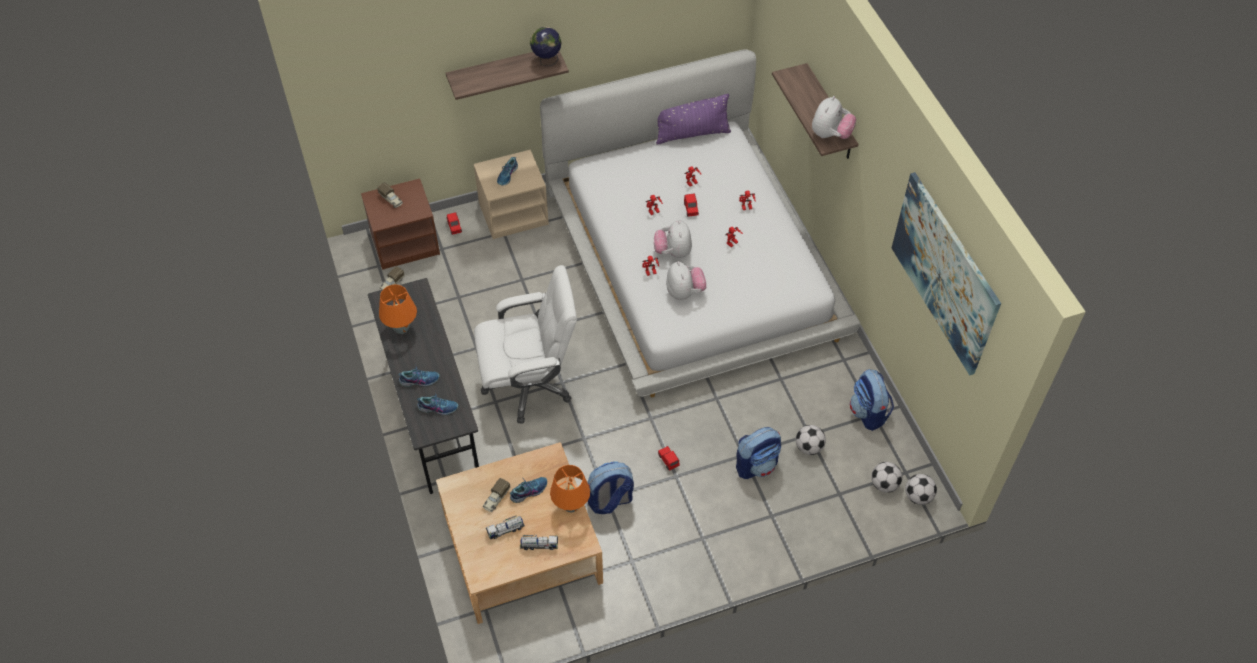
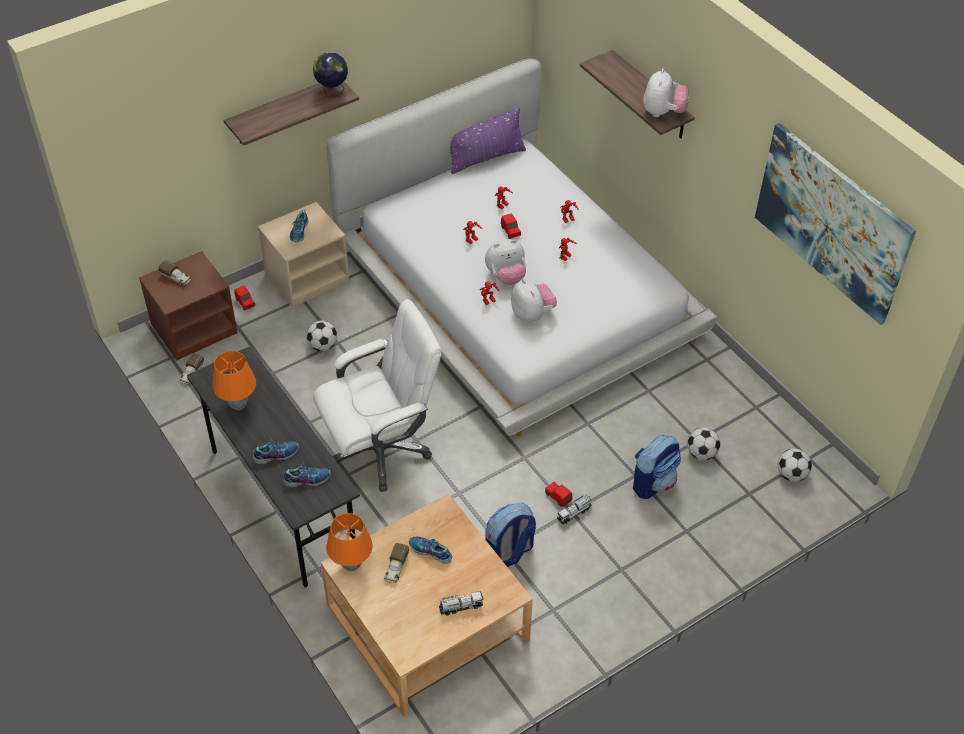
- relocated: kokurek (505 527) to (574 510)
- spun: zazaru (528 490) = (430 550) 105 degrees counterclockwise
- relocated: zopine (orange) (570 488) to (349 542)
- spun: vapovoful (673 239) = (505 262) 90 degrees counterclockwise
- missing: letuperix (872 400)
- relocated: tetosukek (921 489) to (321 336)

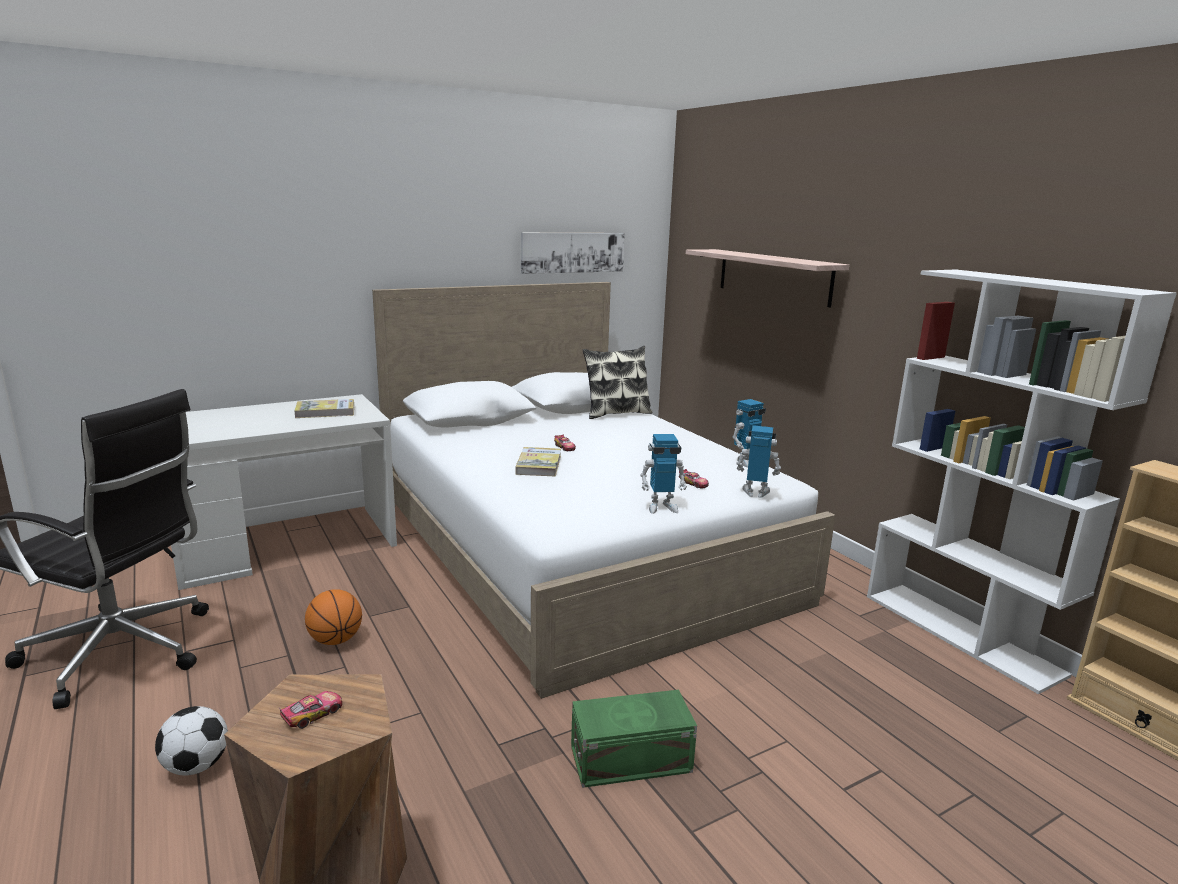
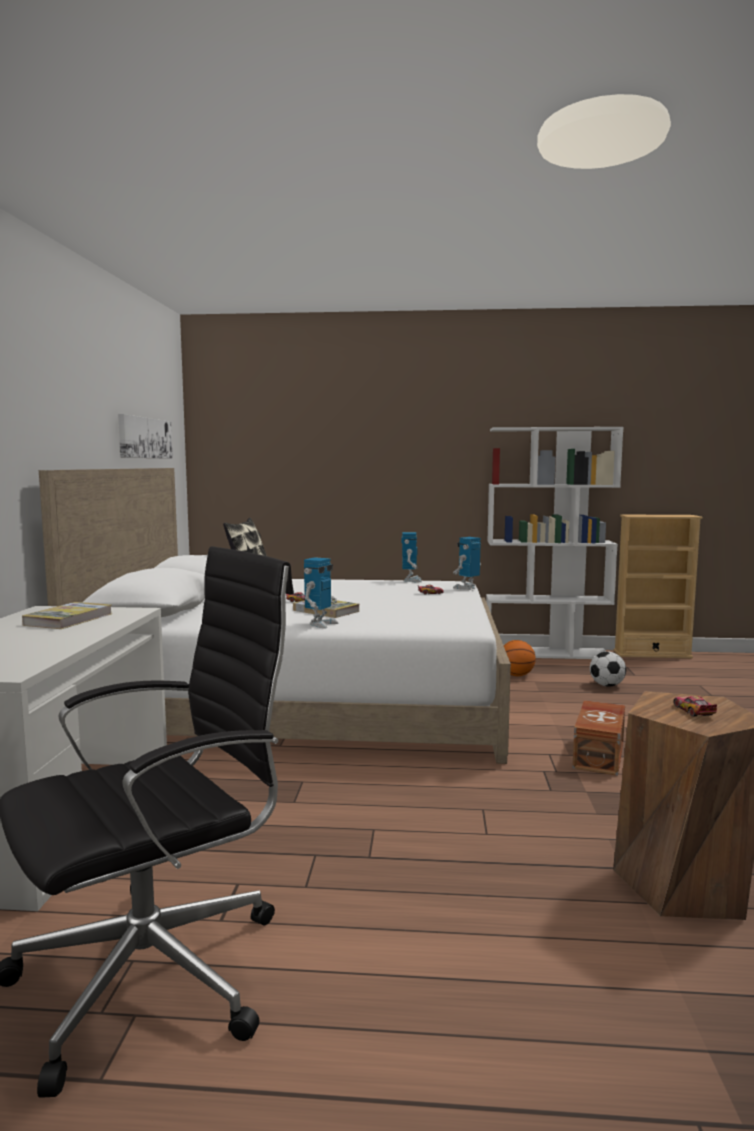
- relocated: tetosukek (191 740) to (608 669)
- relocated: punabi (333 617) to (520 658)
- colour: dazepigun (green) (634 739) to dazepigun (brown) (599 738)
- relocated: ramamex (663 474) to (321 592)
- missing: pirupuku (767 278)

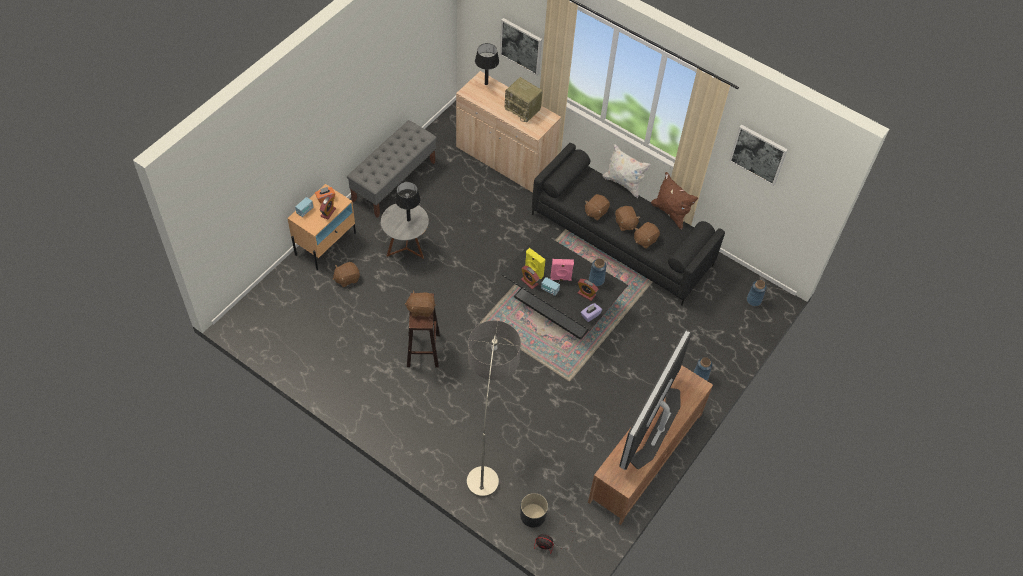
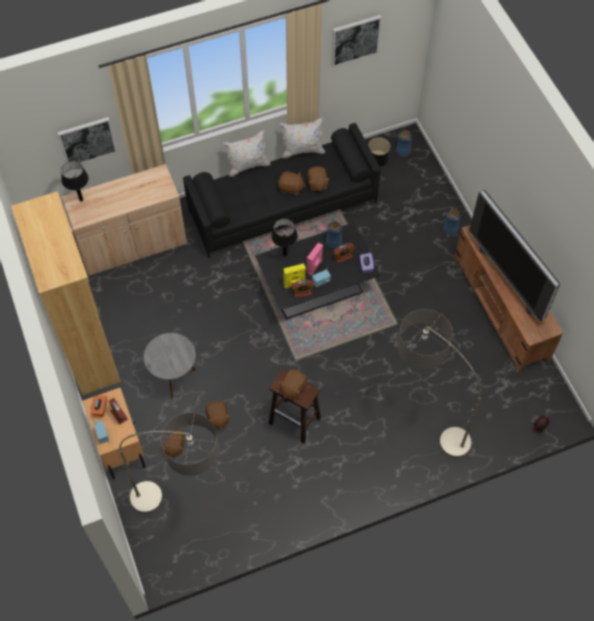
- exchanged: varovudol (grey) (392 169) to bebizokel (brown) (66 293)
- relocated: zopine (black) (408 202) to (284 237)
- missing: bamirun (524 99)
- relocated: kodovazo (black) (534 510) to (379 152)
- relocated: vapovoful (brown) (597 207) to (218 415)
- colour: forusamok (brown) (674 201) to forusamok (white) (302 138)
- appeared: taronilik (169 462)

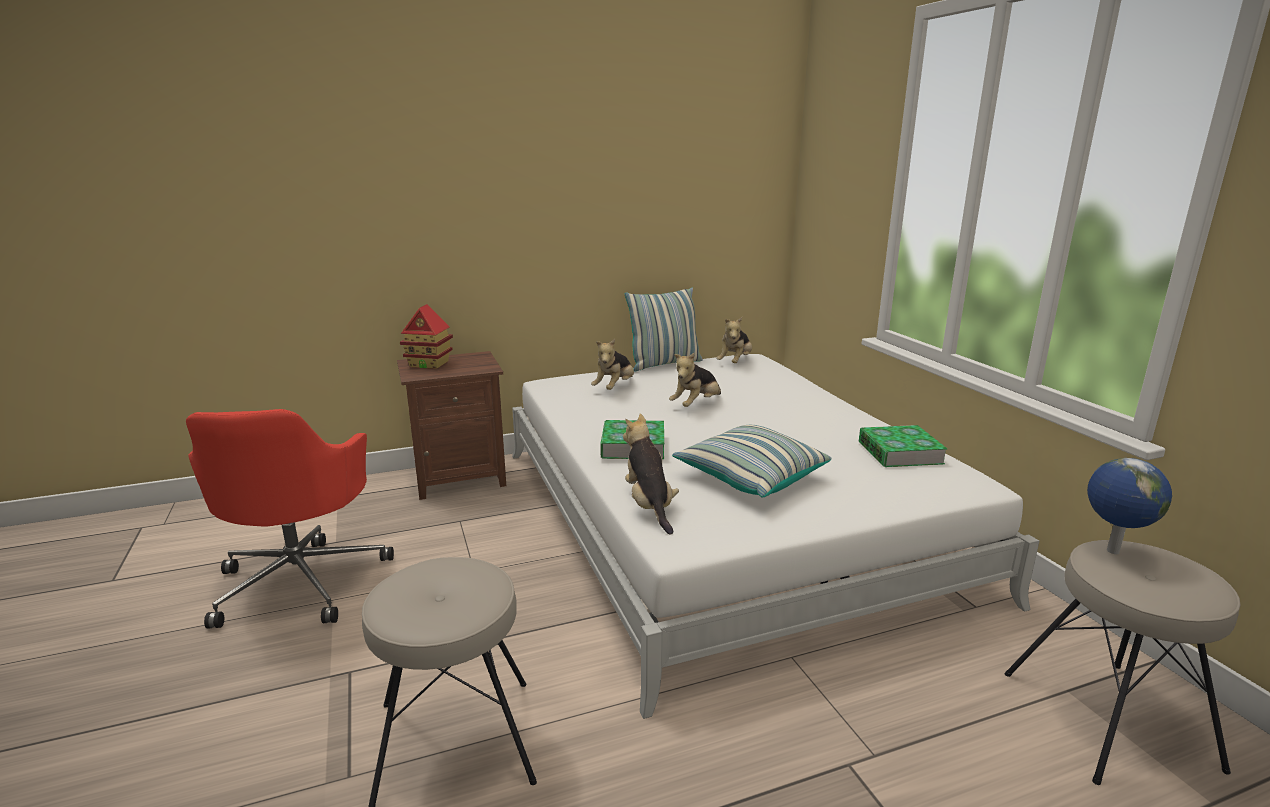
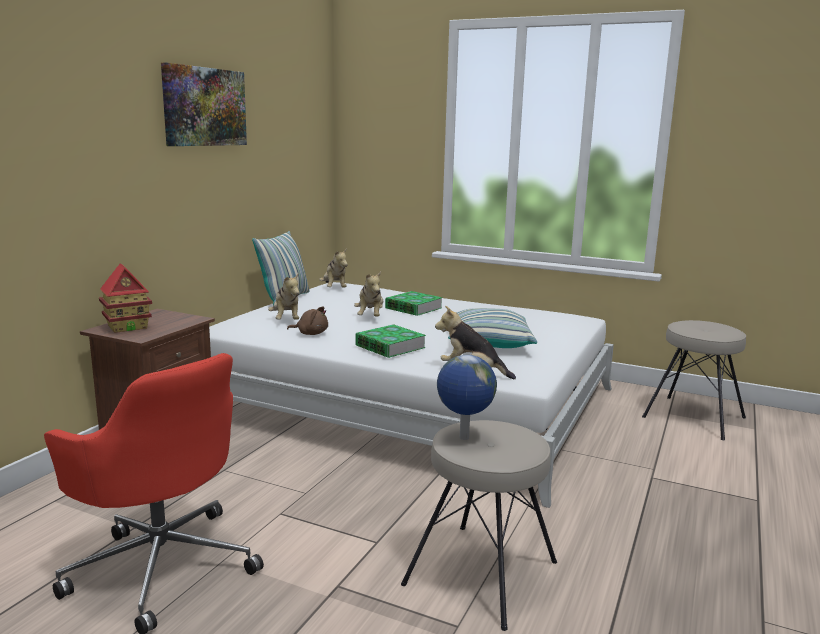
- relocated: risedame (903 446) to (413 303)
- relocated: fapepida (1129 506) to (467 397)
- appeared: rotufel (204 104)
- appeared: vapovoful (brown) (307 320)

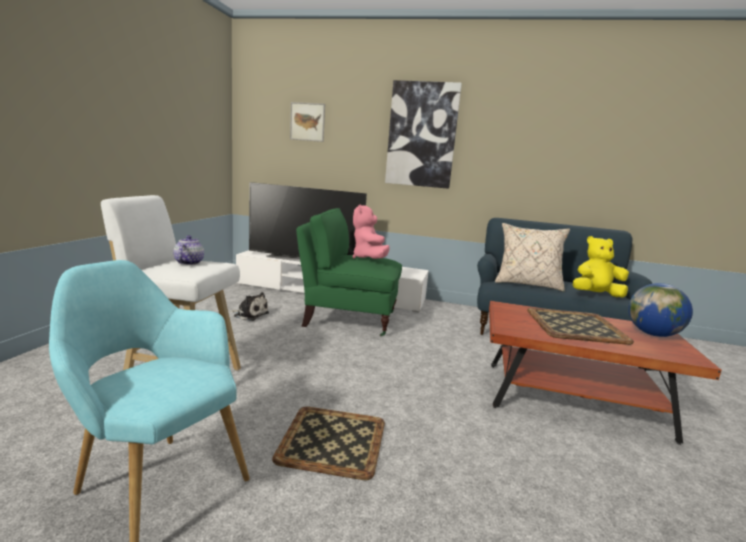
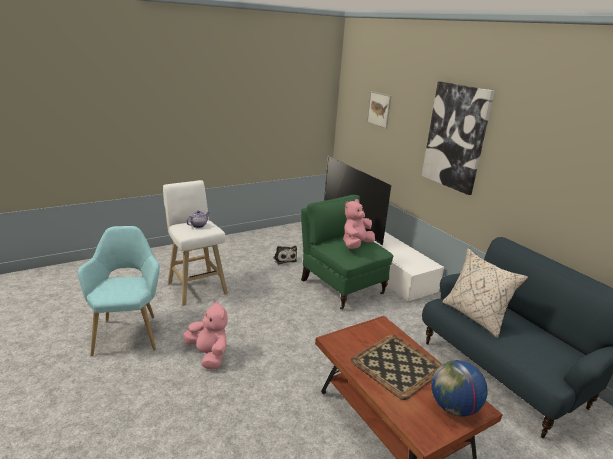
- exchanged: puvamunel (328 443) to vapovoful (pink) (205 334)
- missing: vapovoful (yellow) (601 267)

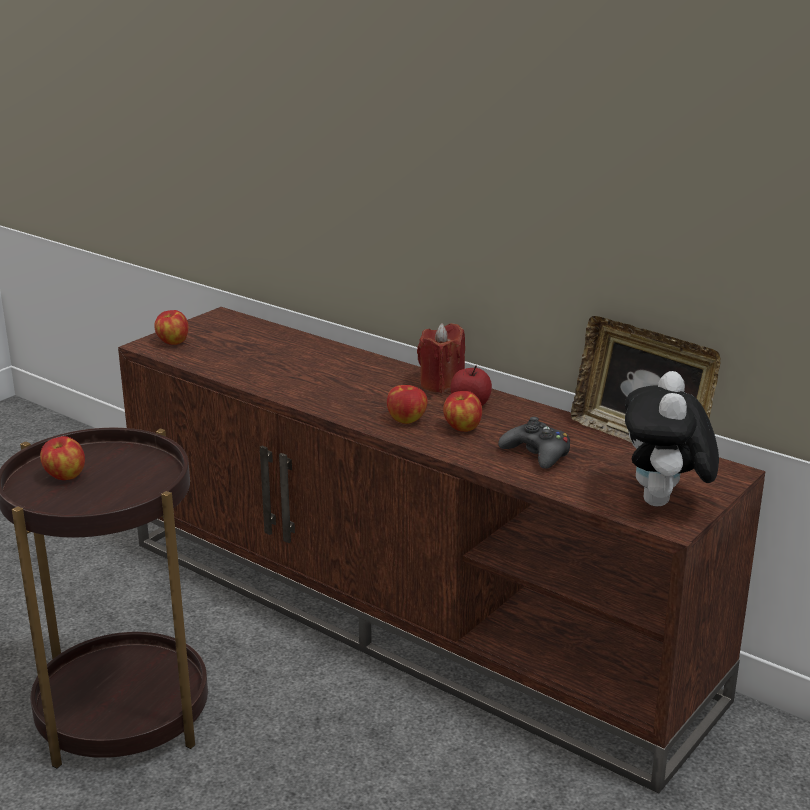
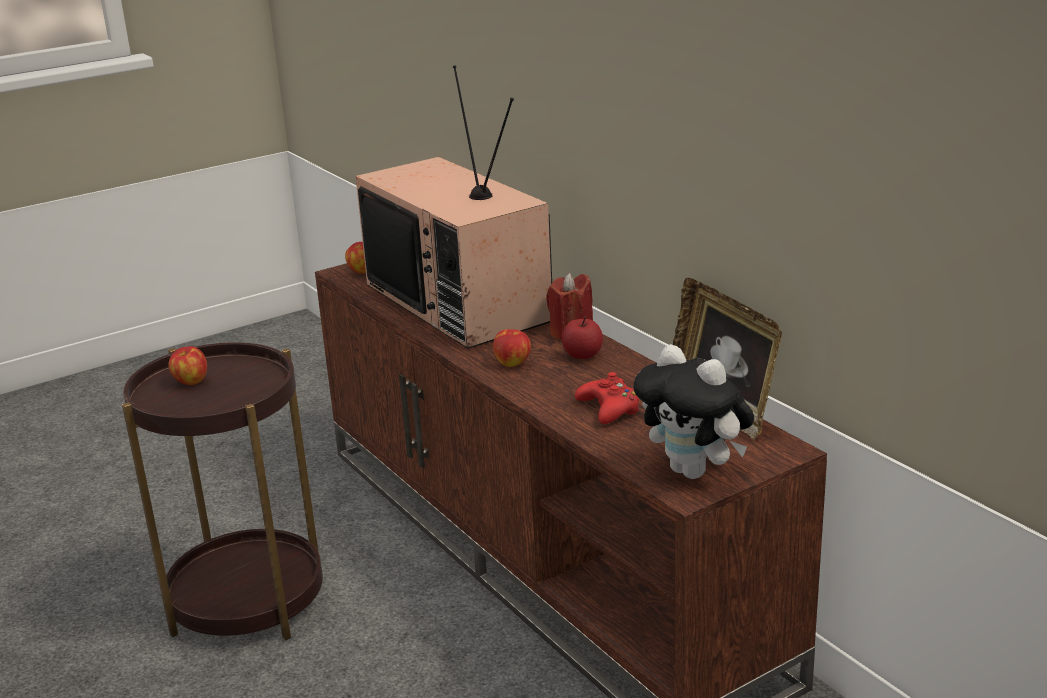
- missing: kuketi (462 411)
- colour: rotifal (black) (534 443) to rotifal (red) (607 398)
- spun: vapovoful (672 439) = (693 411) 75 degrees counterclockwise
- appeared: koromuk (454 207)

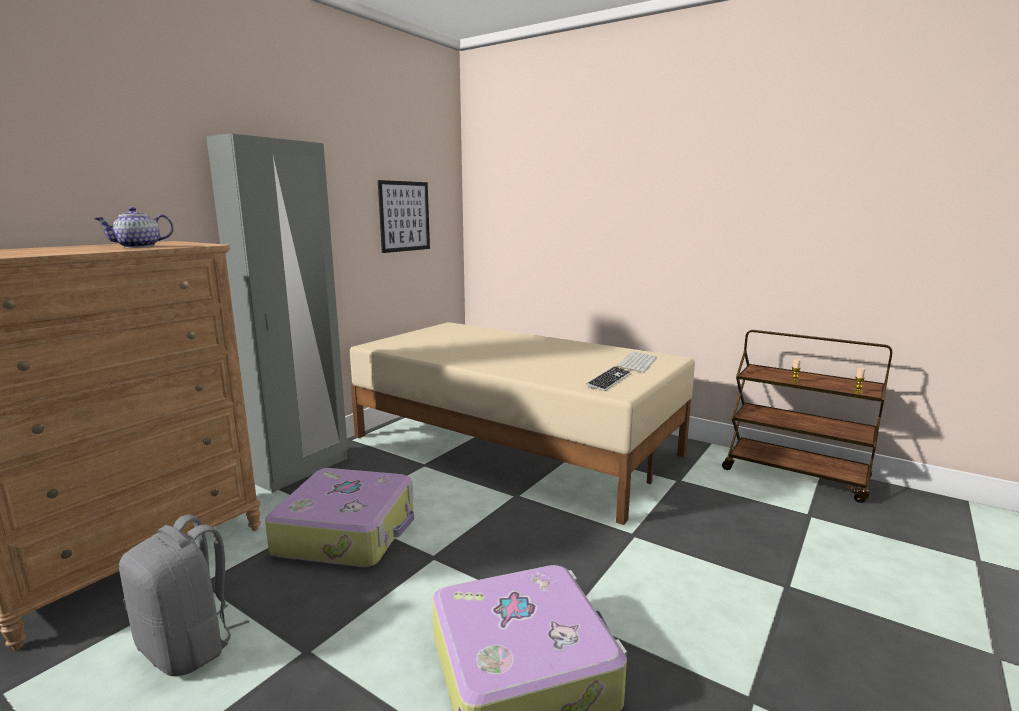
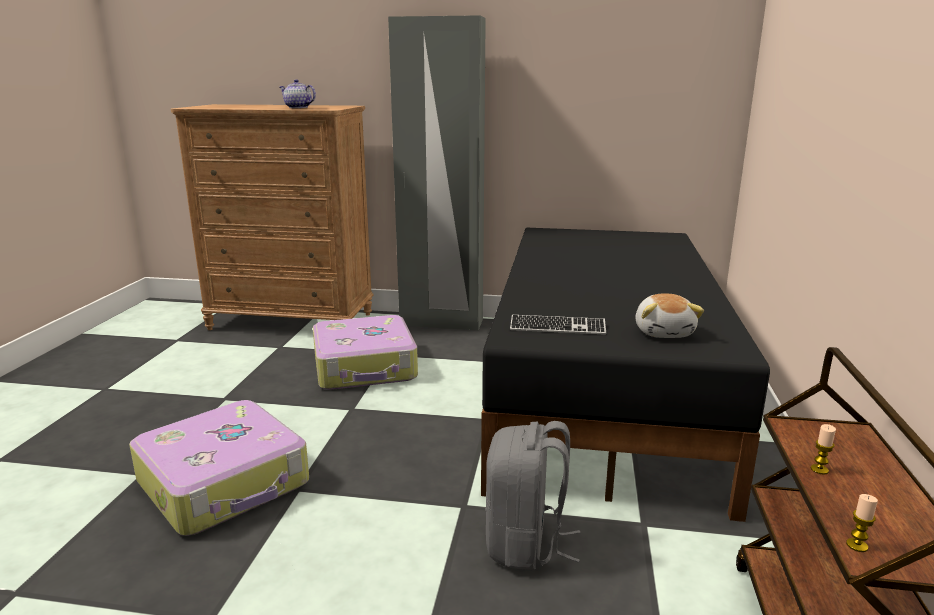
- relocated: letuperix (grey) (184 595) to (533 496)
- colour: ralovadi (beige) (522 423) to ralovadi (black) (625 375)
- missing: rotufel (404 216)
- exchanged: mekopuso (636 362) to vapovoful (669 316)

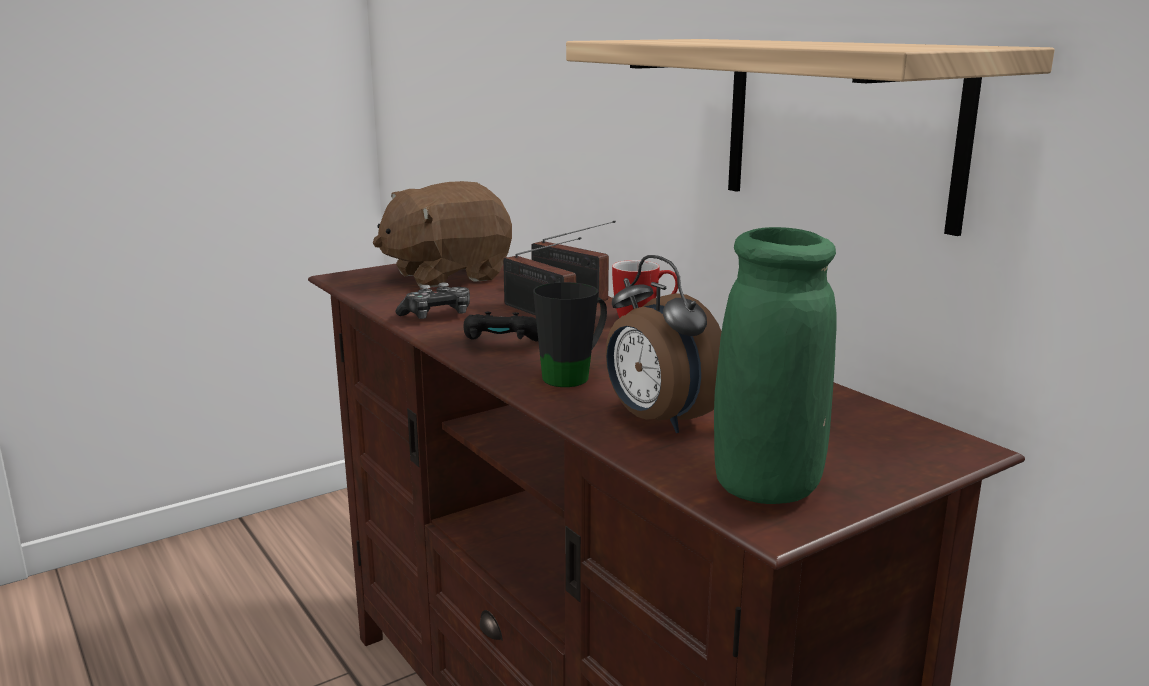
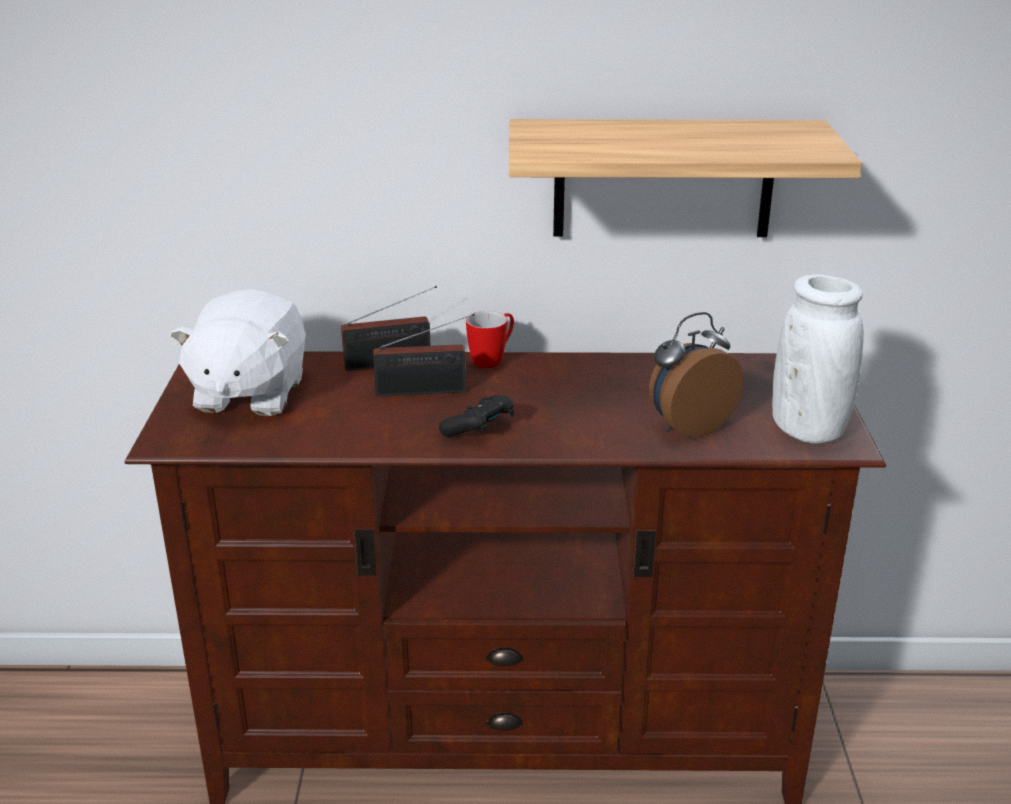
- colour: vapovoful (brown) (442 234) to vapovoful (white) (238 352)
- missing: rotifal (433 301)
- missing: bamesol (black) (570 334)
- spun: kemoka (664 344) = (696 375) 150 degrees clockwise
- colour: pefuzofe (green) (775 365) to pefuzofe (white) (818 358)

